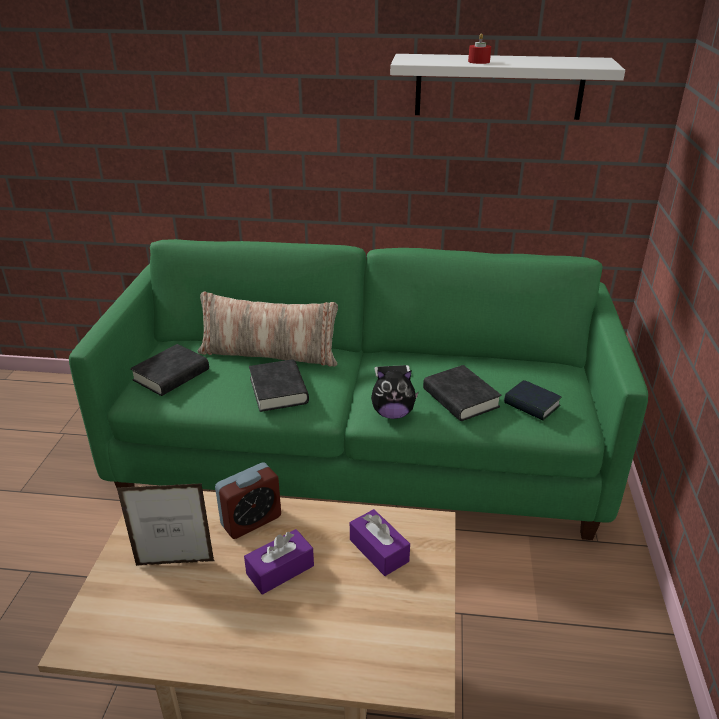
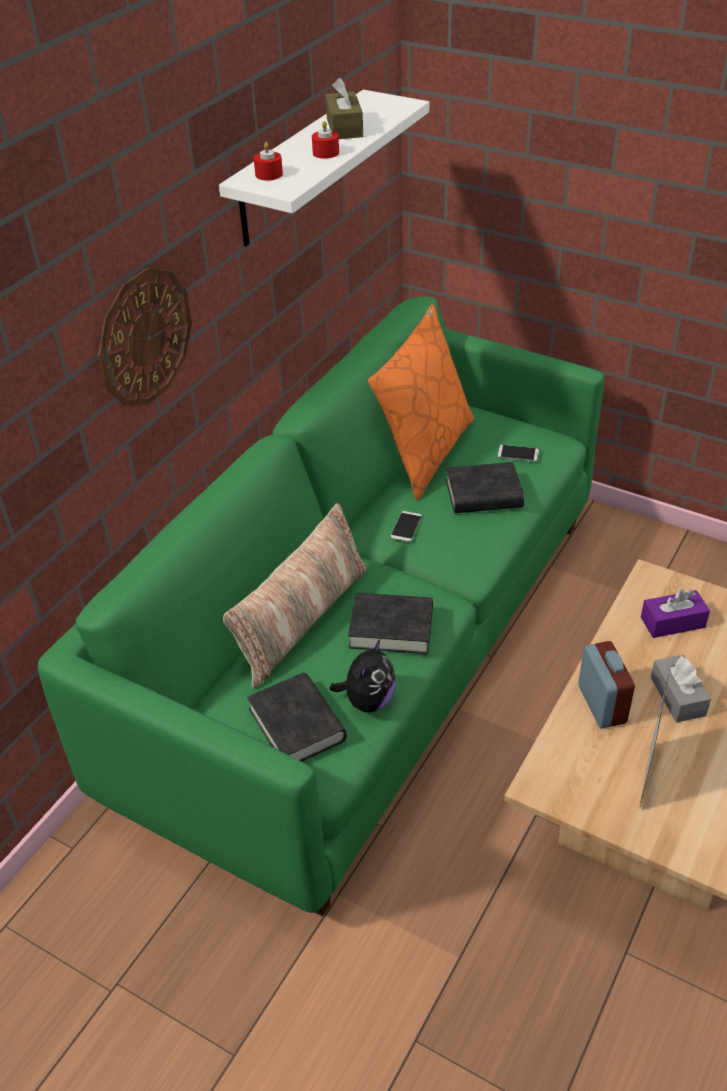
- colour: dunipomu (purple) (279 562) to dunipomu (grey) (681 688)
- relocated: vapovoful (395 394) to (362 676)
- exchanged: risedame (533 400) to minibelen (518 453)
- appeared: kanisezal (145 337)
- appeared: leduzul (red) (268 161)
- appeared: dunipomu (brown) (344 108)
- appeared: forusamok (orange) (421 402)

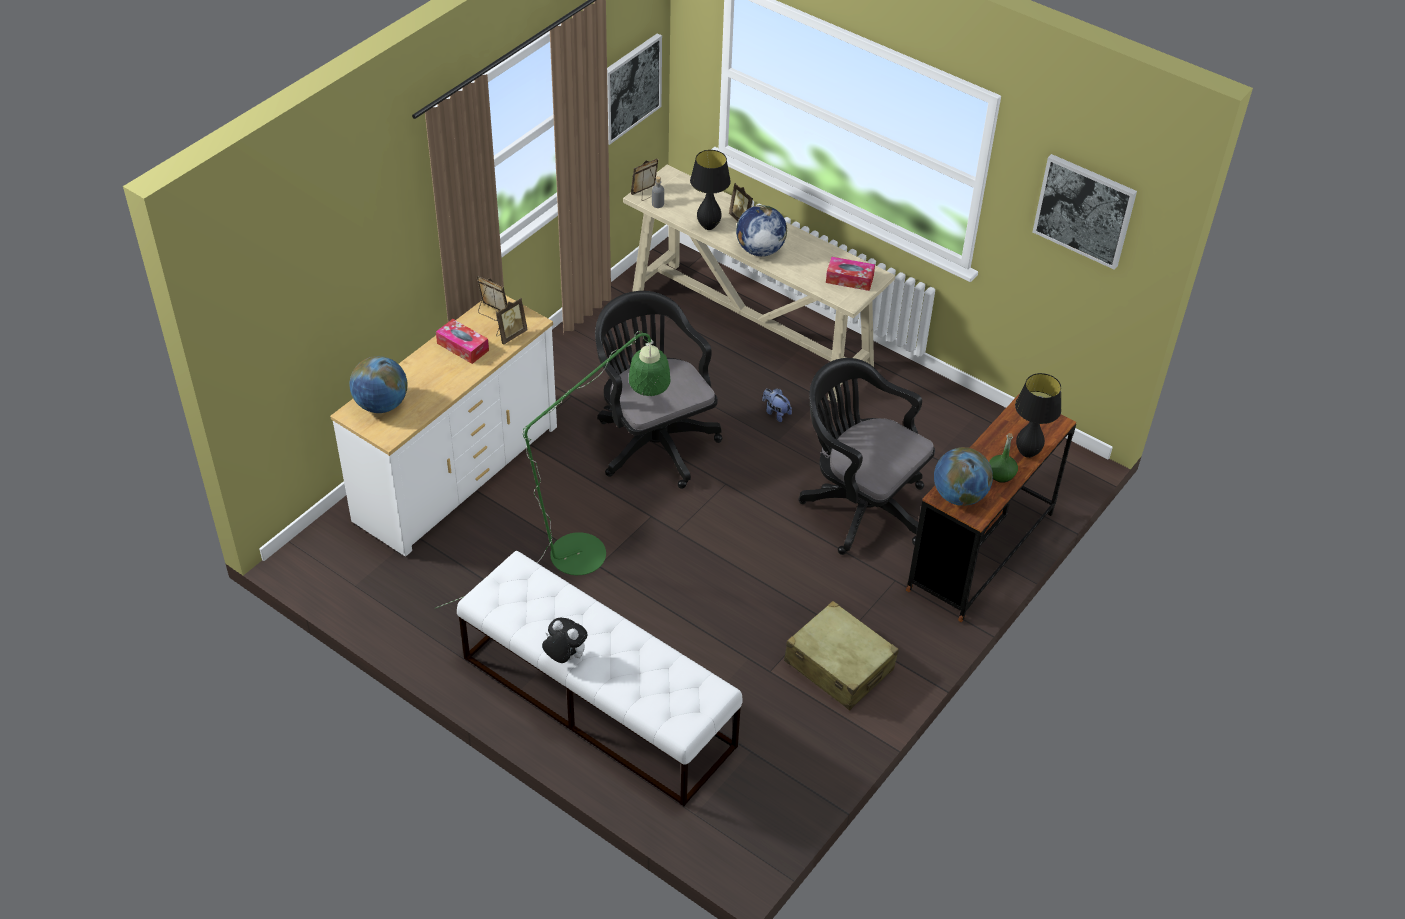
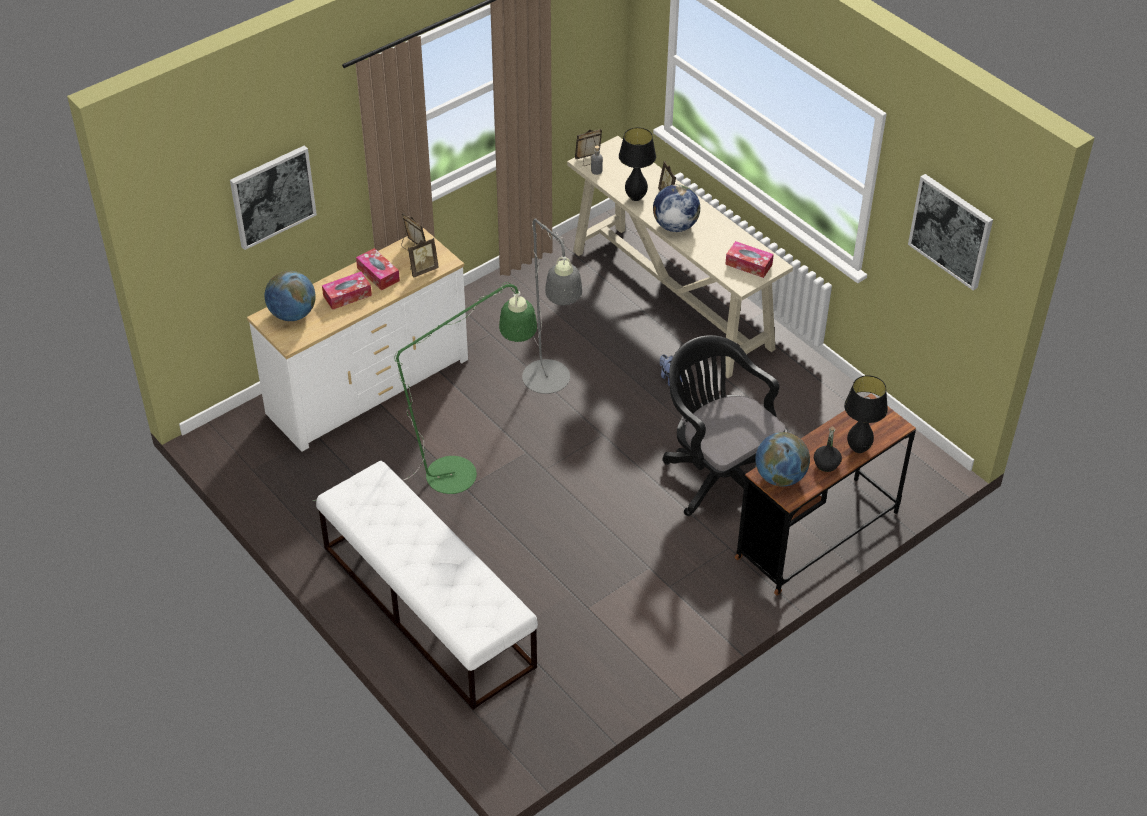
- missing: vapovoful (564 640)
- exchanged: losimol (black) (658 390) to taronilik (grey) (552 306)
- relocated: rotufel (634 89) to (273 197)
- missing: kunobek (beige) (841 656)
- colour: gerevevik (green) (1003 458) to gerevevik (black) (828 449)
- appeared: dunipomu (347 291)

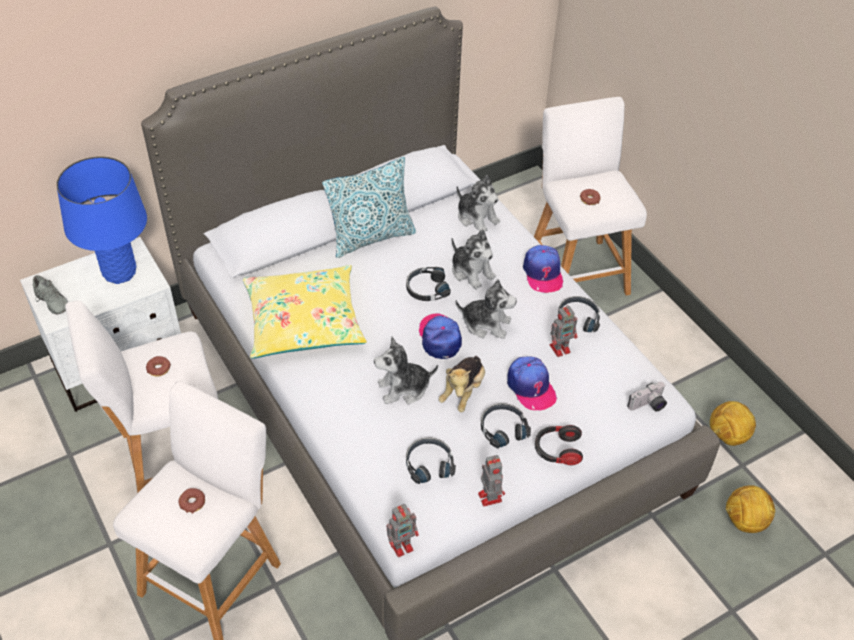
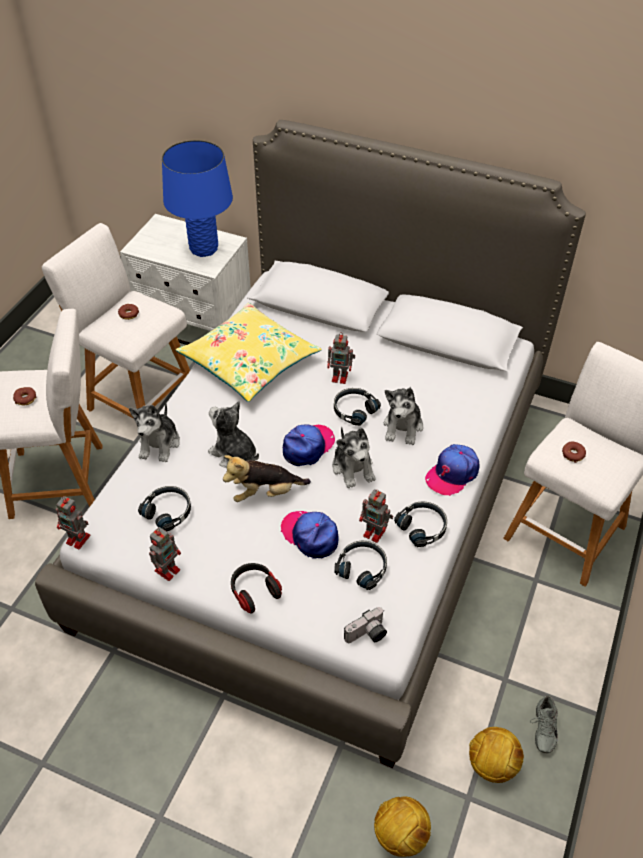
- relocated: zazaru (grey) (50 294) to (544 724)
- missing: forusamok (369 207)
- relocated: vapovoful (478 203) to (154 432)
- relocated: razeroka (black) (506 425) to (360 565)
- spun: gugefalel (532 383) = (310 535) 105 degrees clockwise
- spun: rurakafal (647 397) = (365 625) 60 degrees counterclockwise
- appeared: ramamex (341 358)

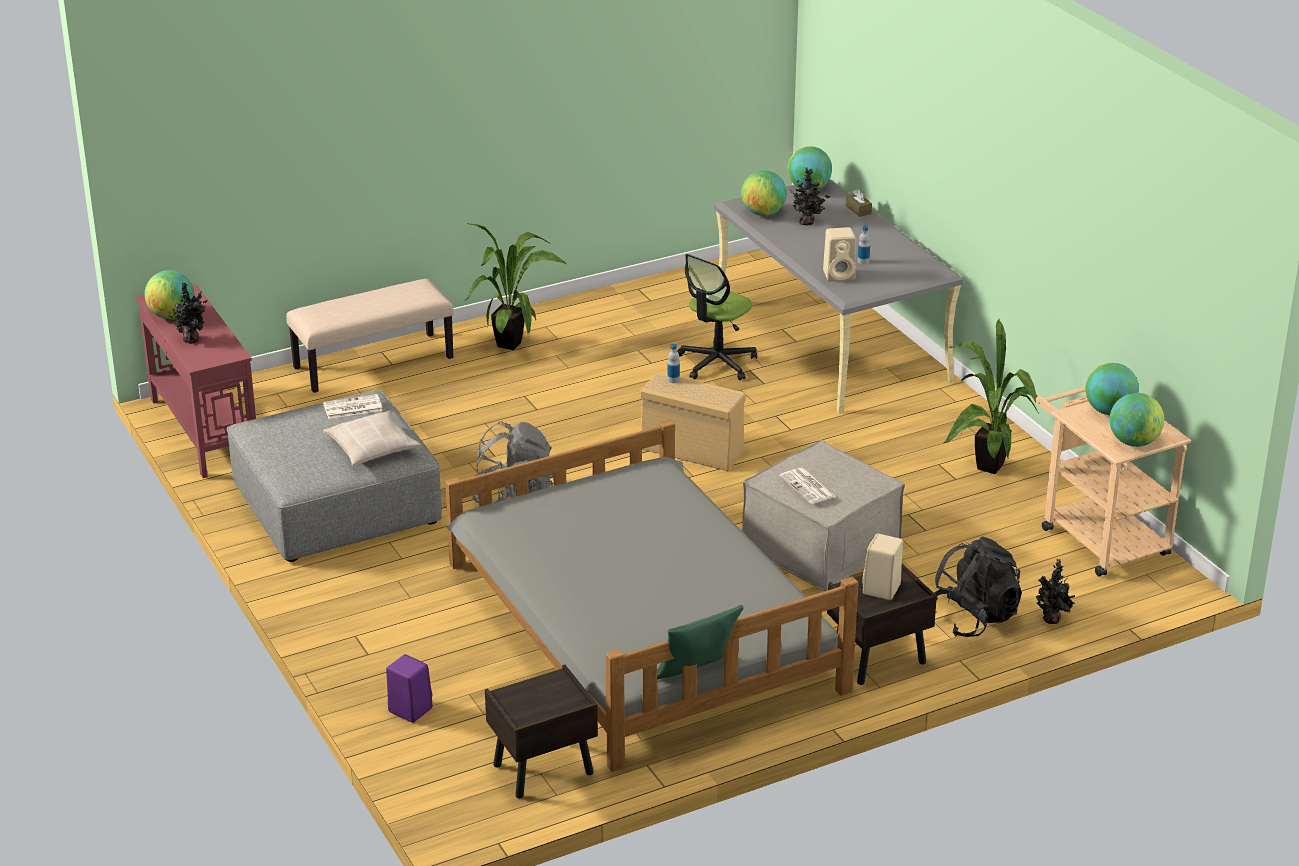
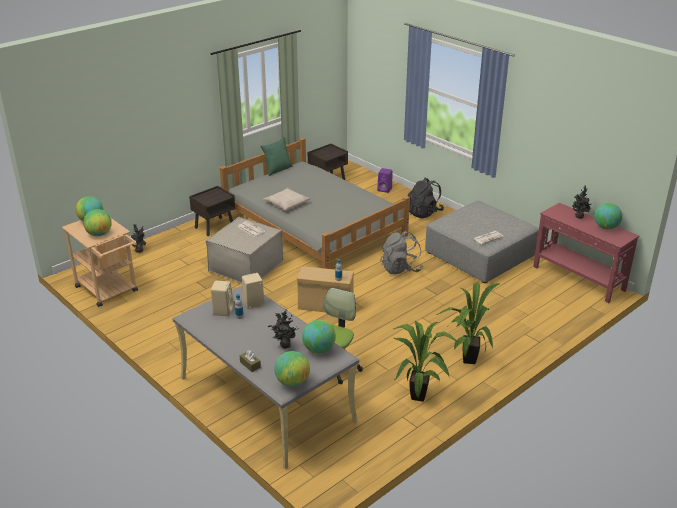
- missing: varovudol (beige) (370 336)
- relocated: forusamok (beige) (372 439) to (286 199)
- relocated: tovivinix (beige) (882 567) to (222 298)
- relocated: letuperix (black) (978 587) to (425 197)
- relocated: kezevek (991 396) to (425 361)

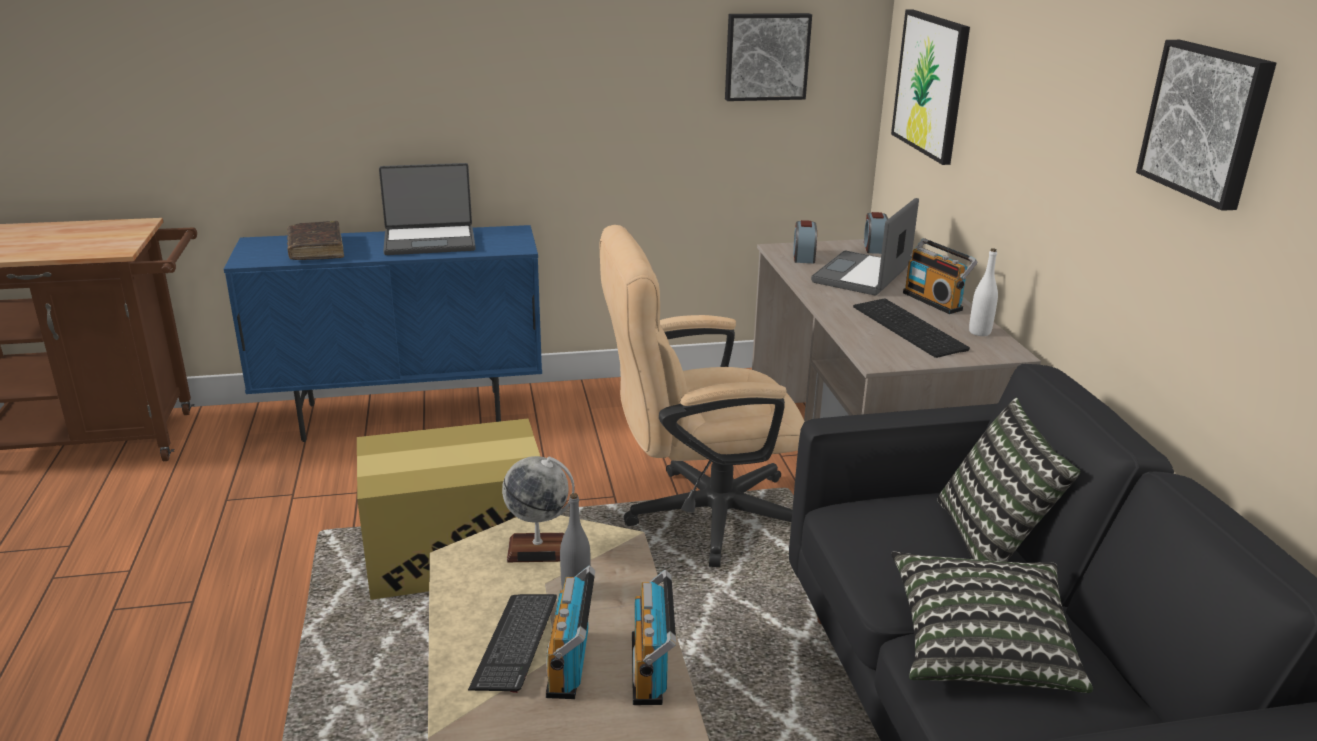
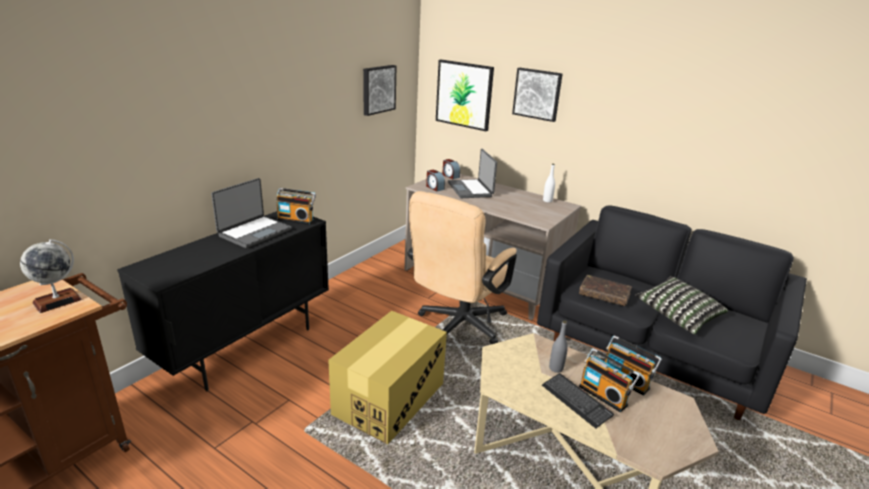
- colour: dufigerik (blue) (383 333) to dufigerik (black) (223 301)
- relocated: risedame (brown) (315 240) to (605 290)
- relocated: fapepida (538 509) to (51 276)
- missing: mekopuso (911 328)
- relocated: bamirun (940 276) to (296 206)
- missing: forusamok (1008 480)
- relocated: rotufel (1206 125) to (537 95)

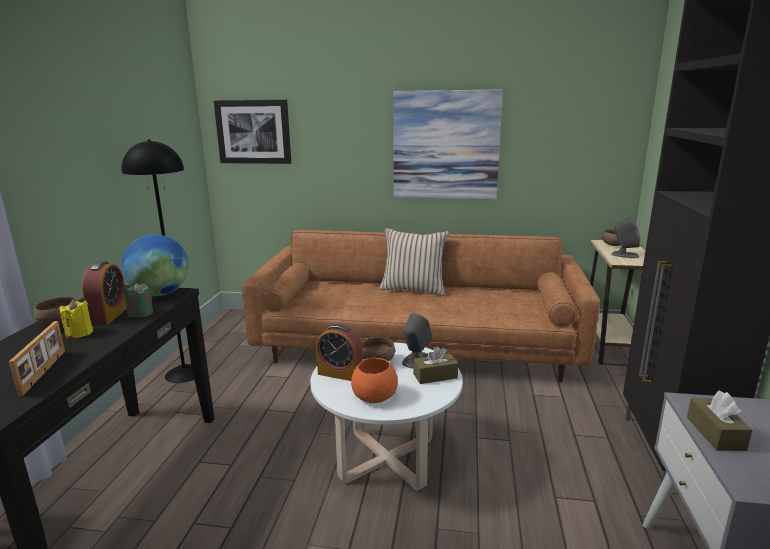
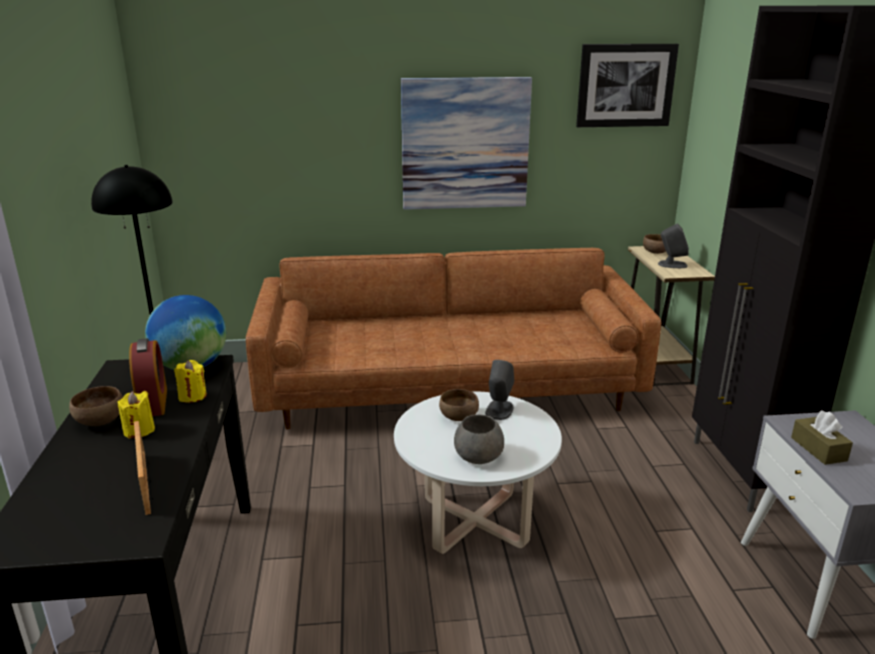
- colour: leduzul (green) (138 300) to leduzul (yellow) (190 381)
- relocated: rotufel (252 132) to (627 85)
- missing: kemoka (339 352)
- colour: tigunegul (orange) (374 380) to tigunegul (grey) (479 439)
- missing: forusamok (beige) (414 262)
- missing: dunipomu (brown) (435 365)

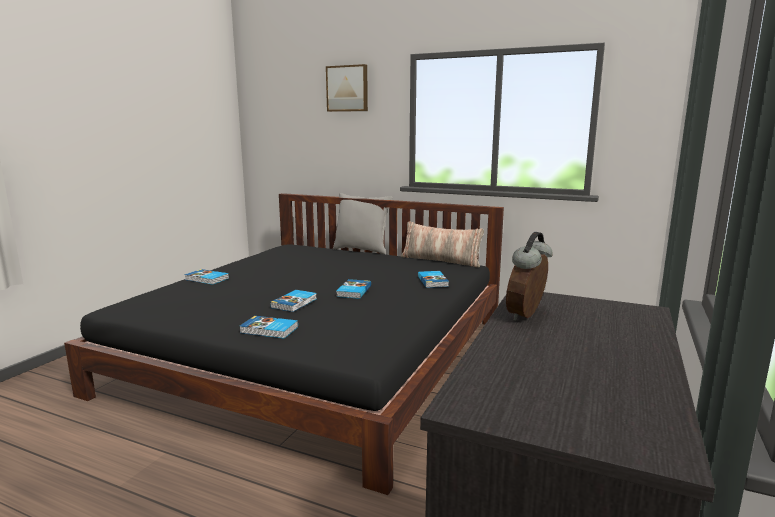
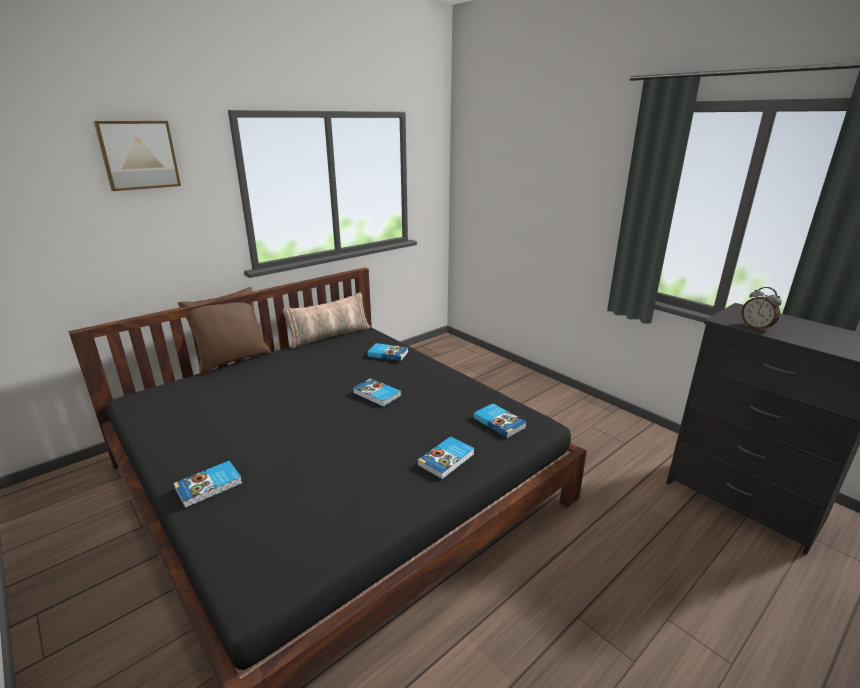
- relocated: risedame (293 301) to (499 420)
- colour: forusamok (grey) (363 223) to forusamok (brown) (224 331)

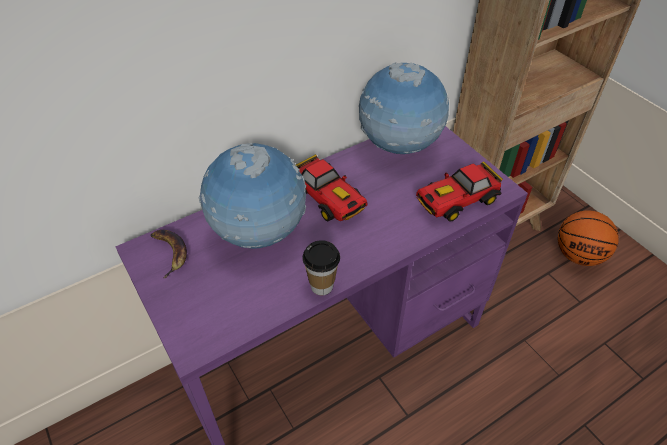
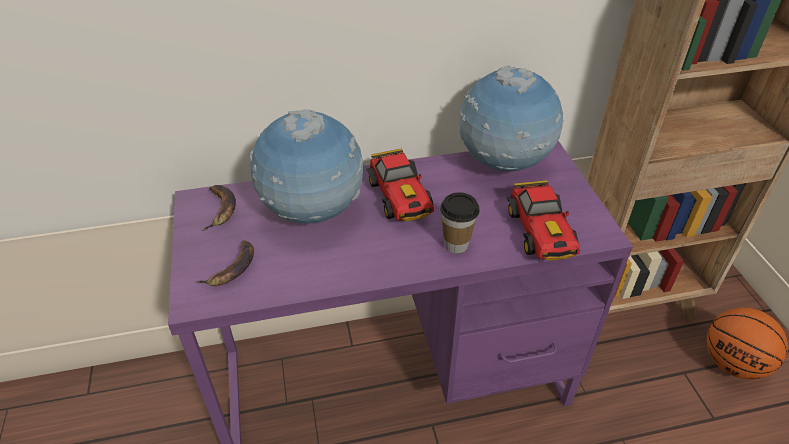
- relocated: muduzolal (321 267) to (460 223)
- spun: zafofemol (459 191) = (543 220) 90 degrees counterclockwise
- appeared: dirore (224 263)

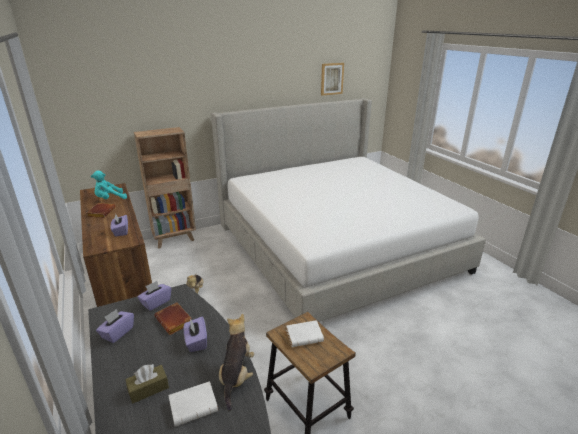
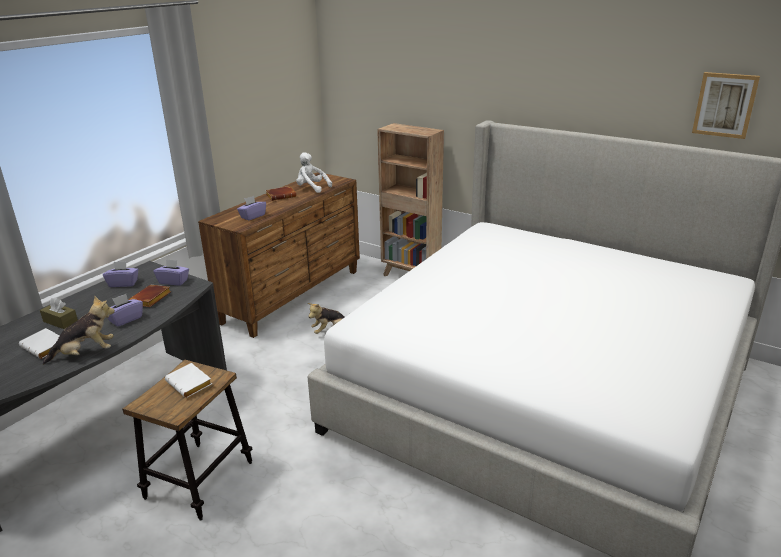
- colour: vapovoful (turquoise) (109 185) to vapovoful (white) (314 172)

